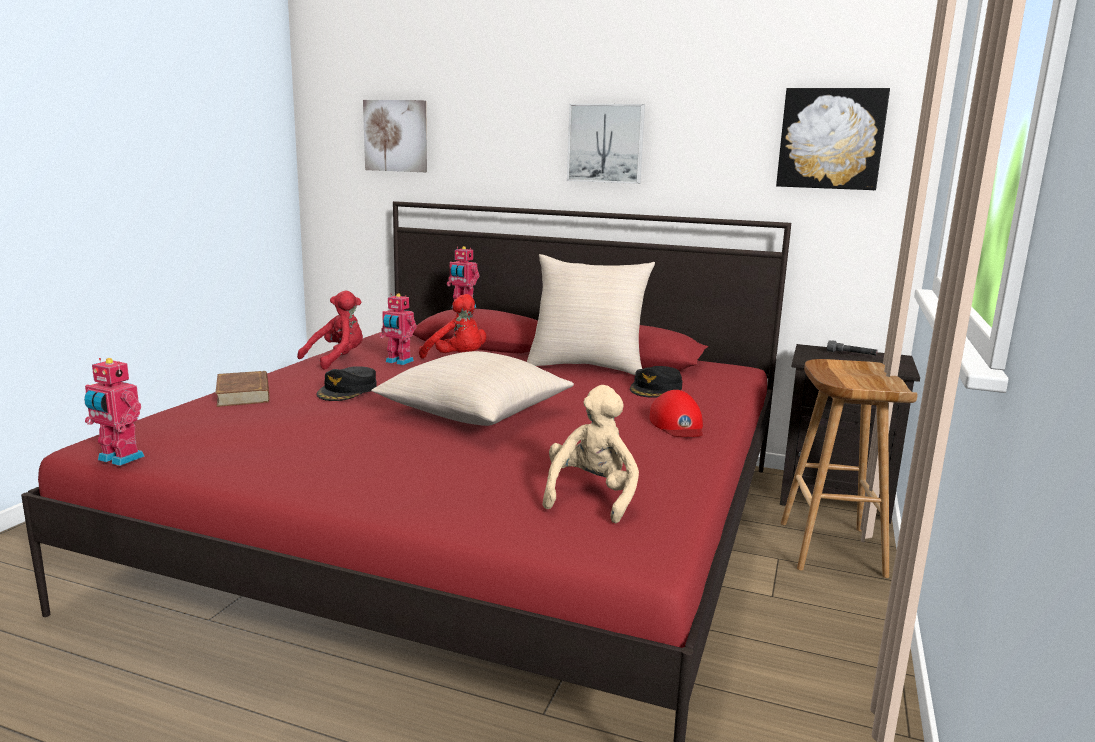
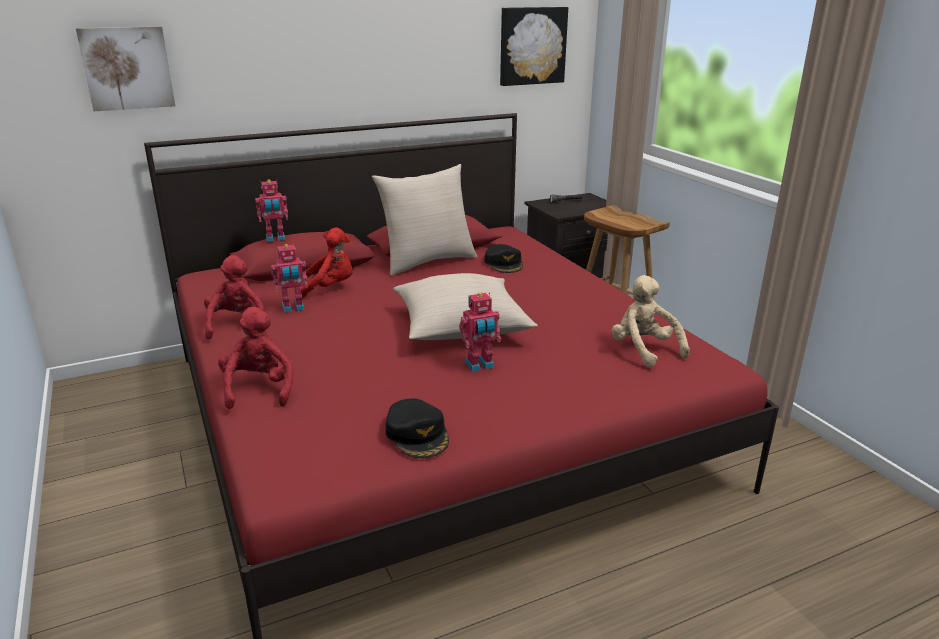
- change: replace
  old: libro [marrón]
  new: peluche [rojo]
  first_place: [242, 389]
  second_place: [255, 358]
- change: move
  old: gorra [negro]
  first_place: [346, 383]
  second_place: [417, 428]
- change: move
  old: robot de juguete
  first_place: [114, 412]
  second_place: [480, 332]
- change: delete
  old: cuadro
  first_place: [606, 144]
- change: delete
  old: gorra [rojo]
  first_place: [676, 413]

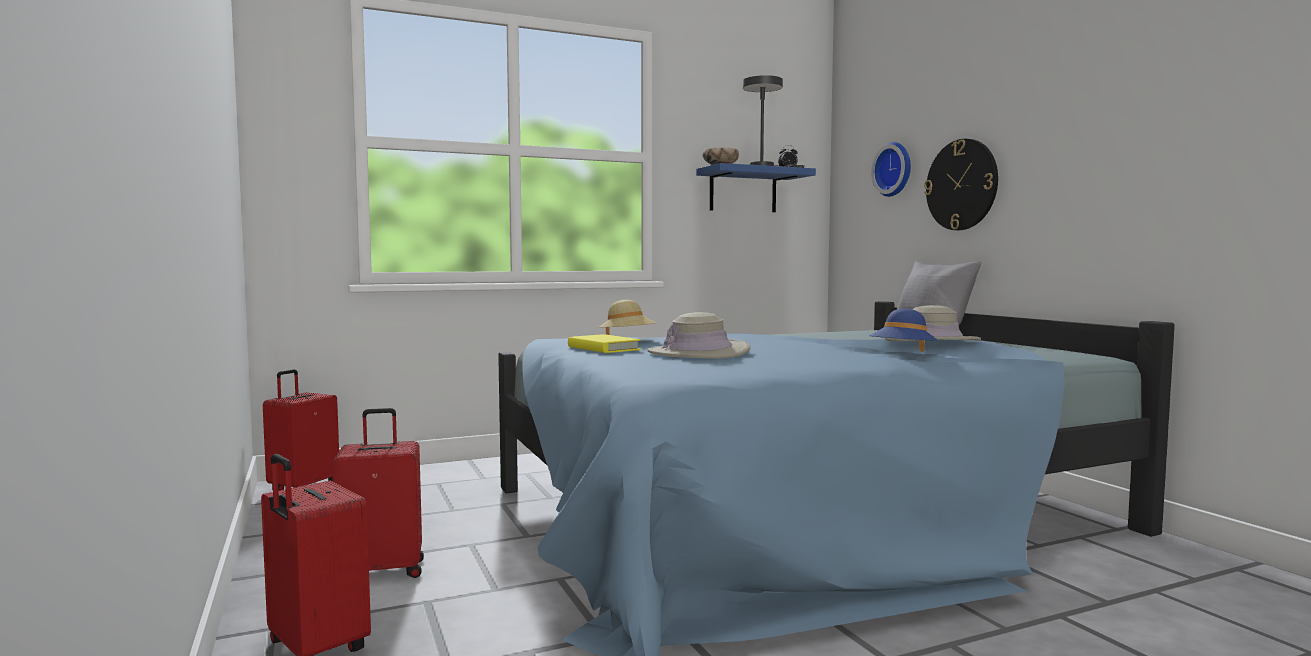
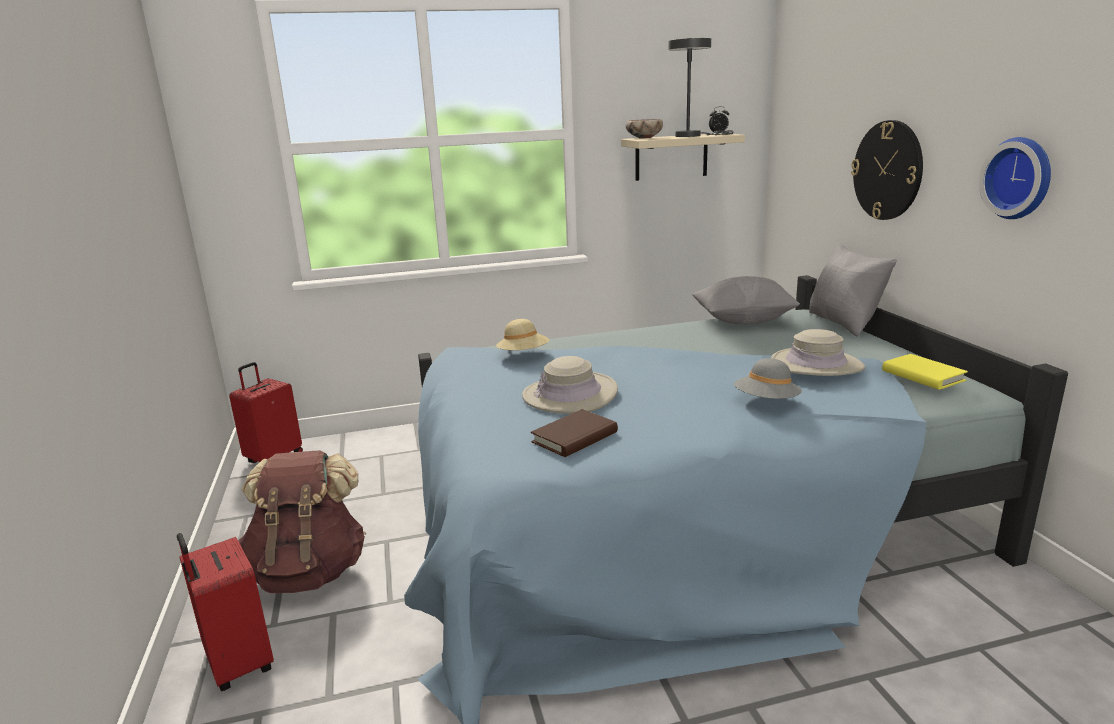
- change: replace
  old: maleta [rojo]
  new: mochila [marrón]
  first_place: [378, 493]
  second_place: [302, 521]
- change: insert
  new: libro [marrón]
  second_place: [574, 433]
- change: recolor
  old: estante [azul]
  new: estante [beis]
  first_place: [756, 187]
  second_place: [683, 157]
- change: insert
  new: cojín [gris]
  second_place: [746, 300]
- change: recolor
  old: sombrero [azul]
  new: sombrero [gris]
  first_place: [903, 330]
  second_place: [768, 378]
- change: move
  old: libro [amarillo]
  first_place: [604, 343]
  second_place: [925, 372]
- change: move
  old: reloj de pared
  first_place: [891, 169]
  second_place: [1015, 178]

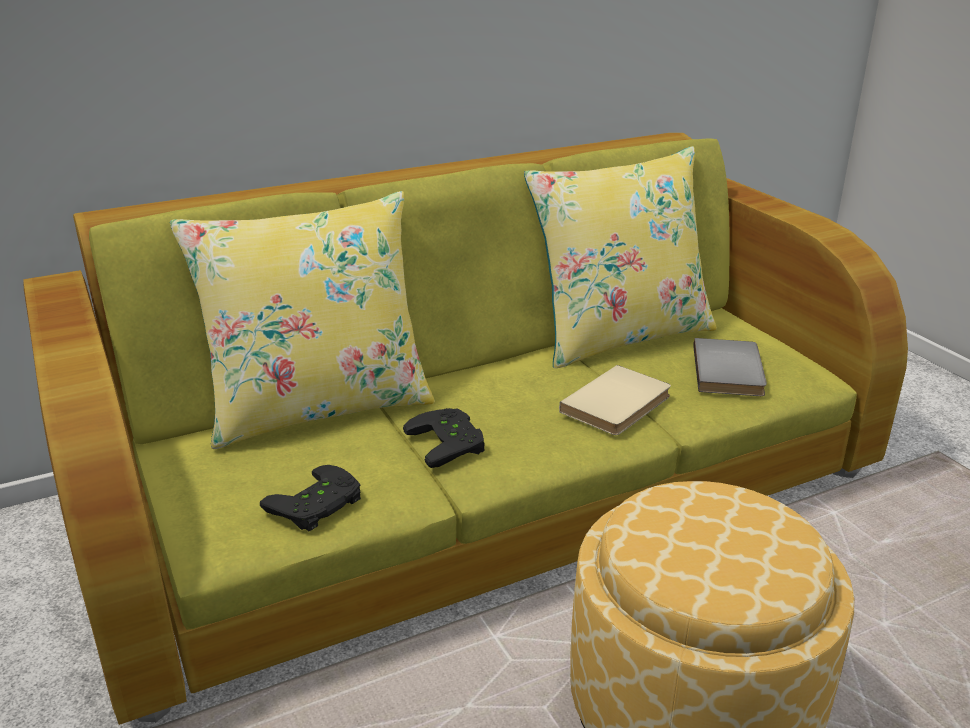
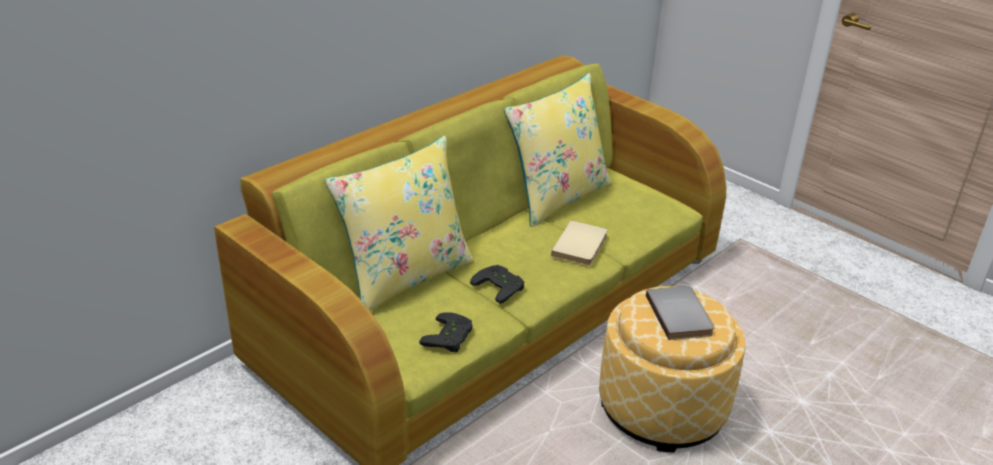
- change: move
  old: libro [gris]
  first_place: [730, 367]
  second_place: [680, 313]

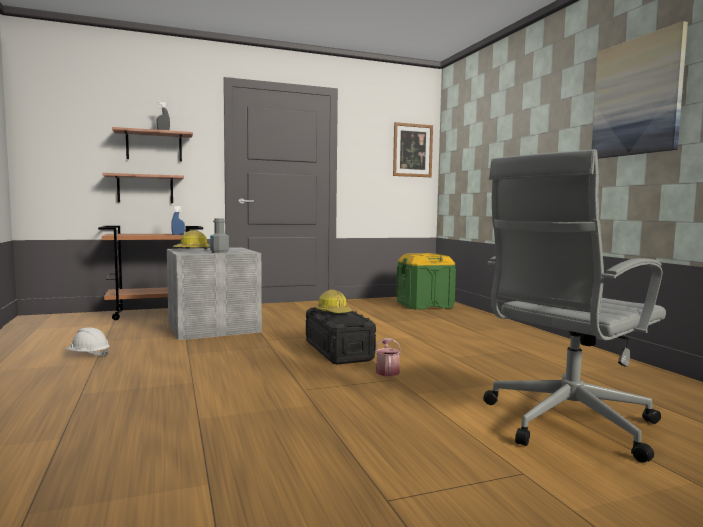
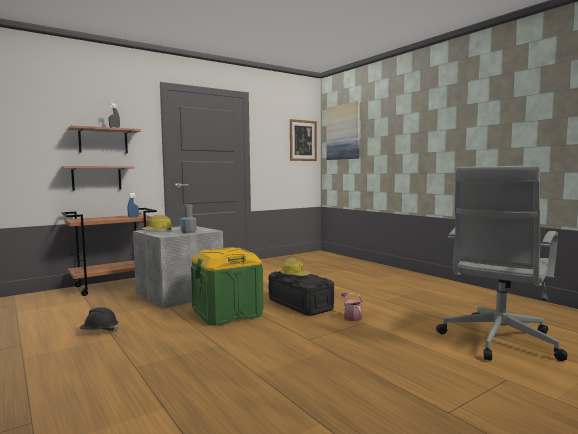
- change: recolor
  old: casco [blanco]
  new: casco [negro]
  first_place: [87, 342]
  second_place: [99, 319]
- change: move
  old: caja de almacenaje [verde]
  first_place: [426, 281]
  second_place: [227, 286]
- change: move
  old: cuadro
  first_place: [640, 90]
  second_place: [343, 130]

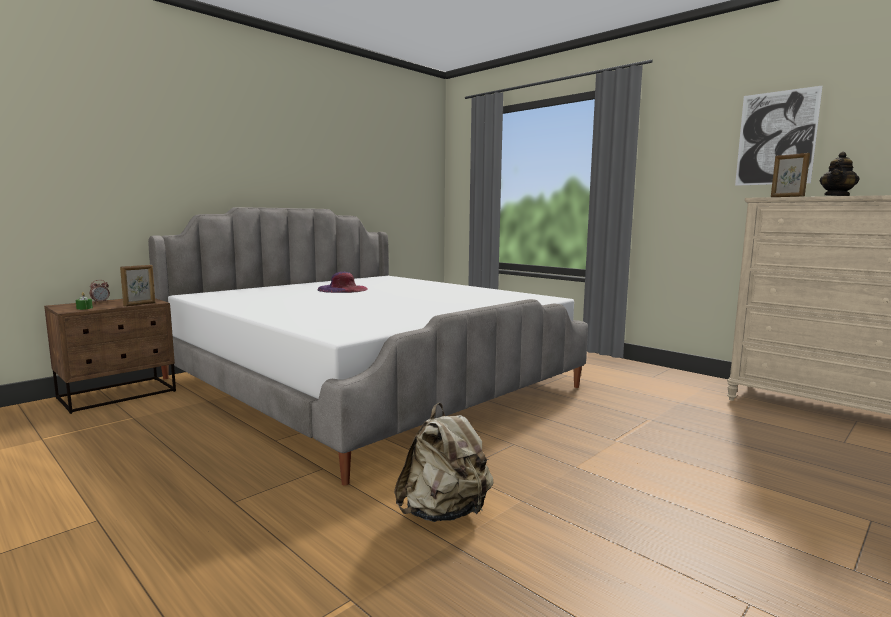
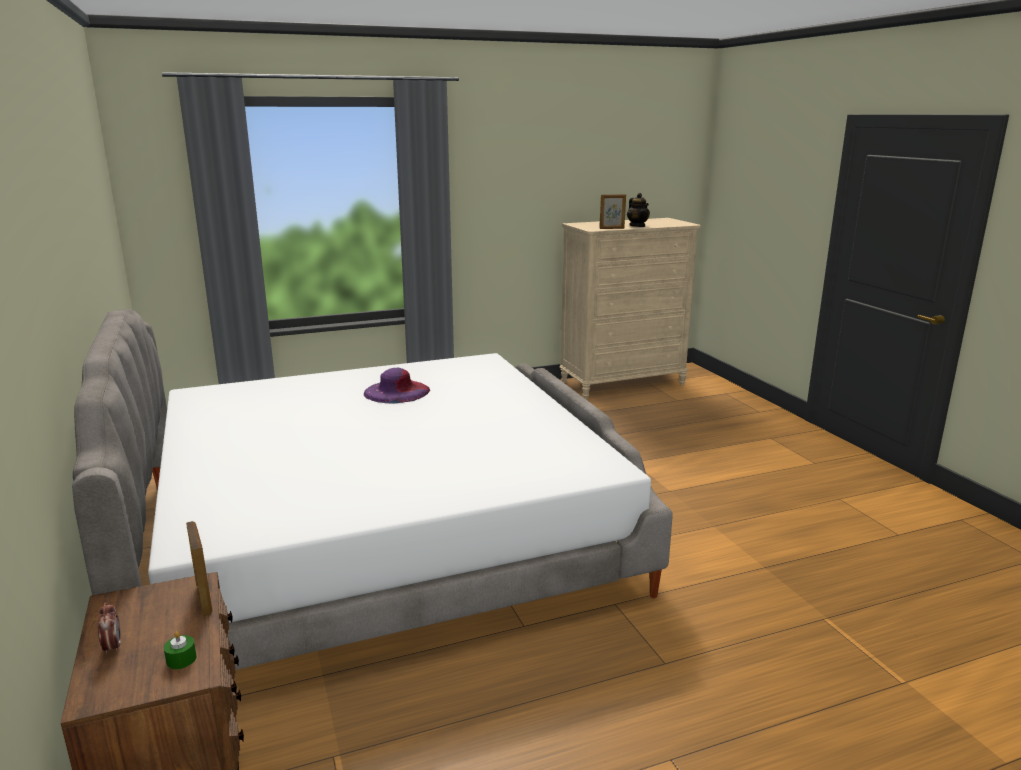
- change: move
  old: sombrero [morado]
  first_place: [343, 282]
  second_place: [397, 385]
- change: delete
  old: mochila [beis]
  first_place: [443, 462]
- change: delete
  old: cuadro
  first_place: [779, 135]

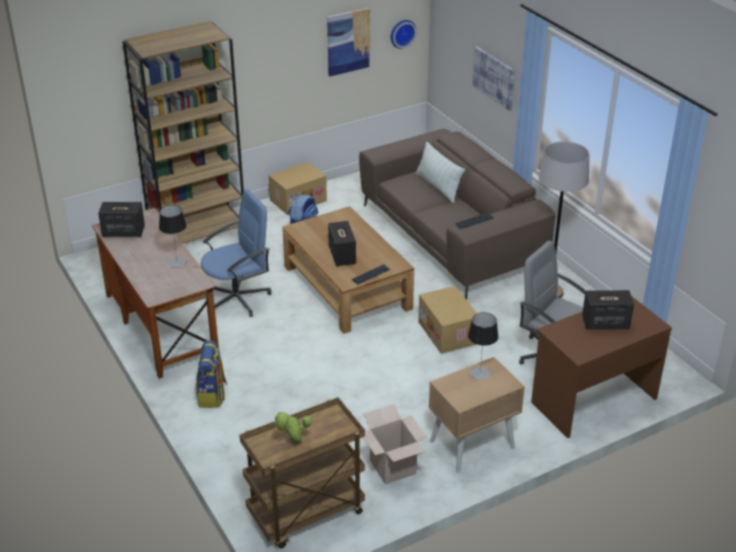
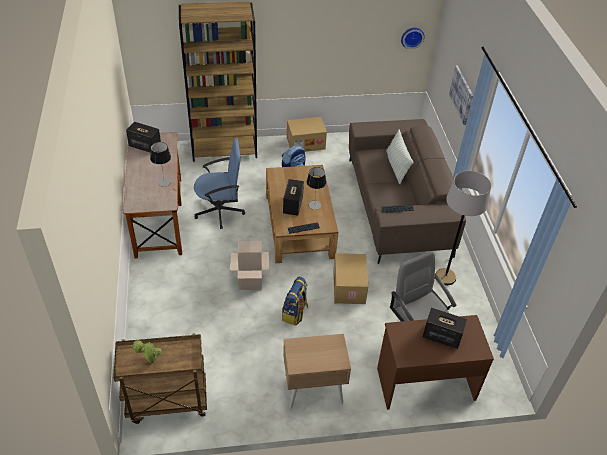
- change: move
  old: caja de cartón
  first_place: [395, 444]
  second_place: [249, 265]
- change: move
  old: mochila
  first_place: [211, 374]
  second_place: [295, 301]
- change: move
  old: lámpara de mesa
  first_place: [483, 346]
  second_place: [316, 188]
- change: delete
  old: cuadro
  first_place: [348, 42]

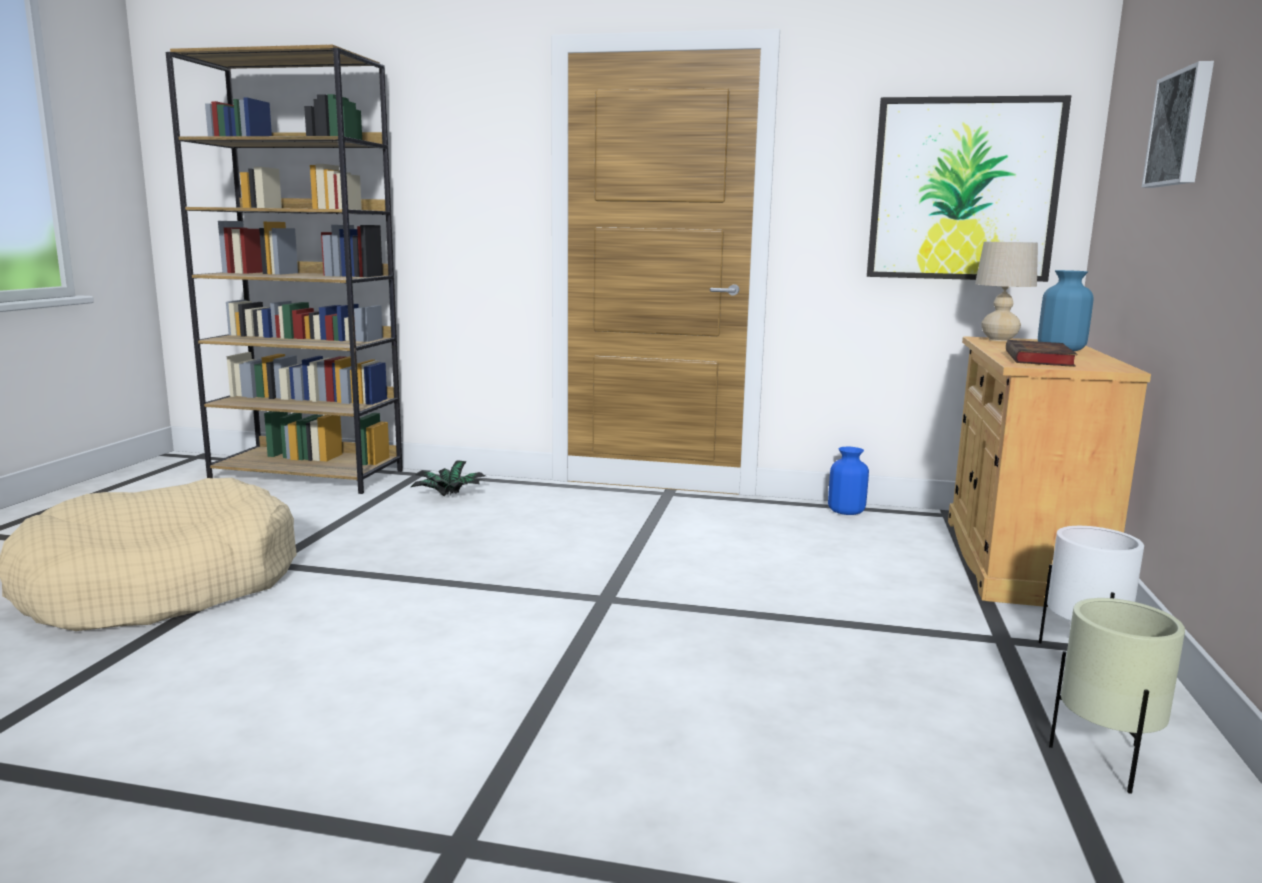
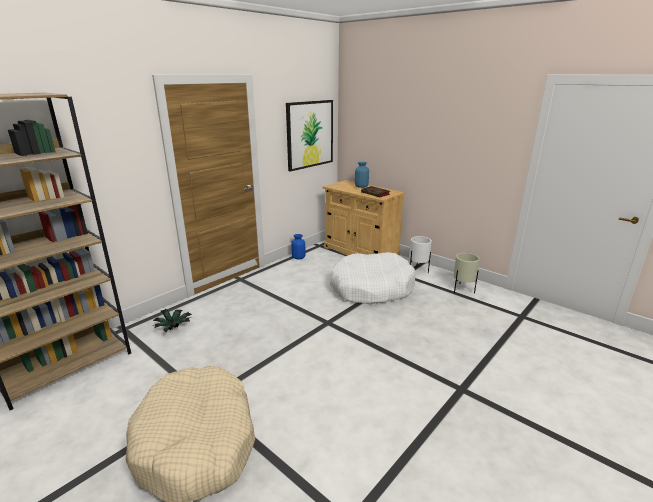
- change: insert
  new: cama para perro [blanco]
  second_place: [373, 278]
- change: delete
  old: lámpara de mesa [beis]
  first_place: [1006, 291]
- change: delete
  old: cuadro
  first_place: [1178, 124]

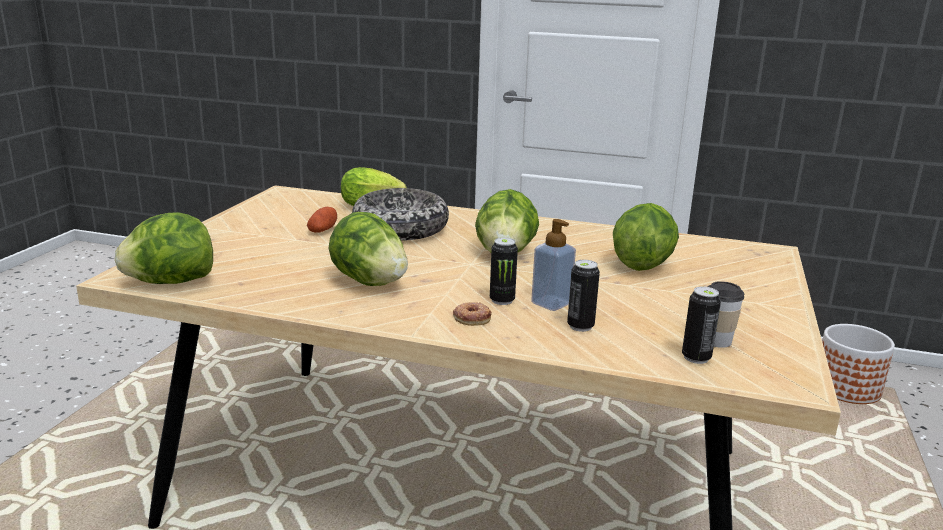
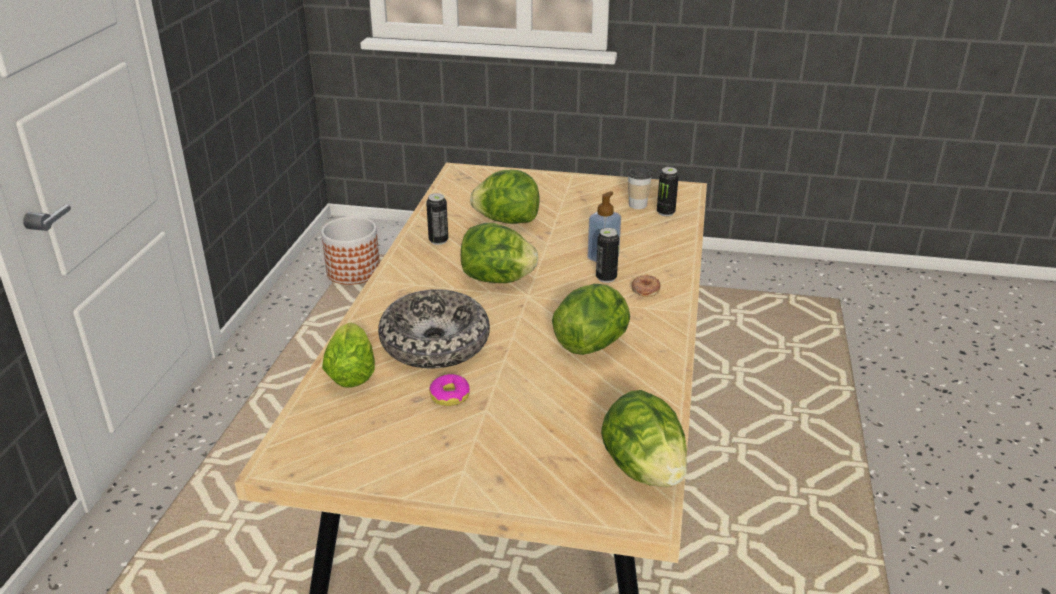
- change: move
  old: lata
  first_place: [583, 296]
  second_place: [437, 219]
- change: replace
  old: patata
  new: rosquilla
  first_place: [322, 220]
  second_place: [449, 390]

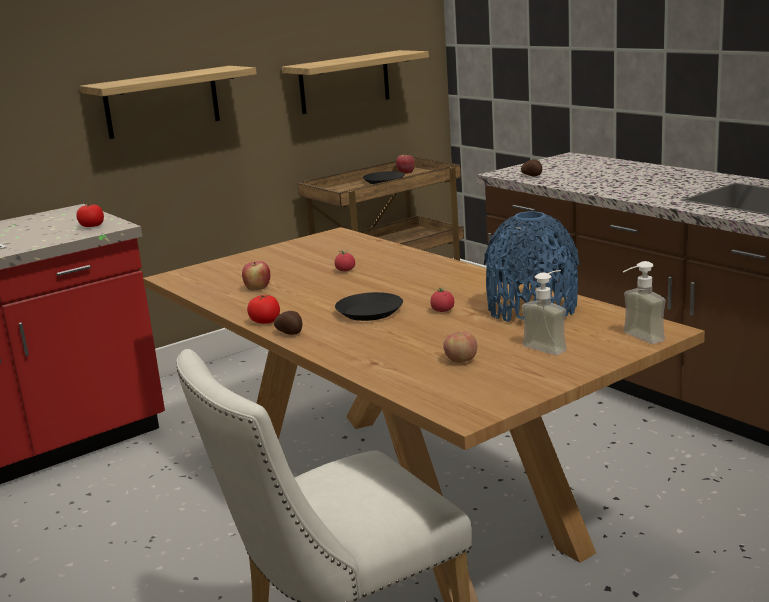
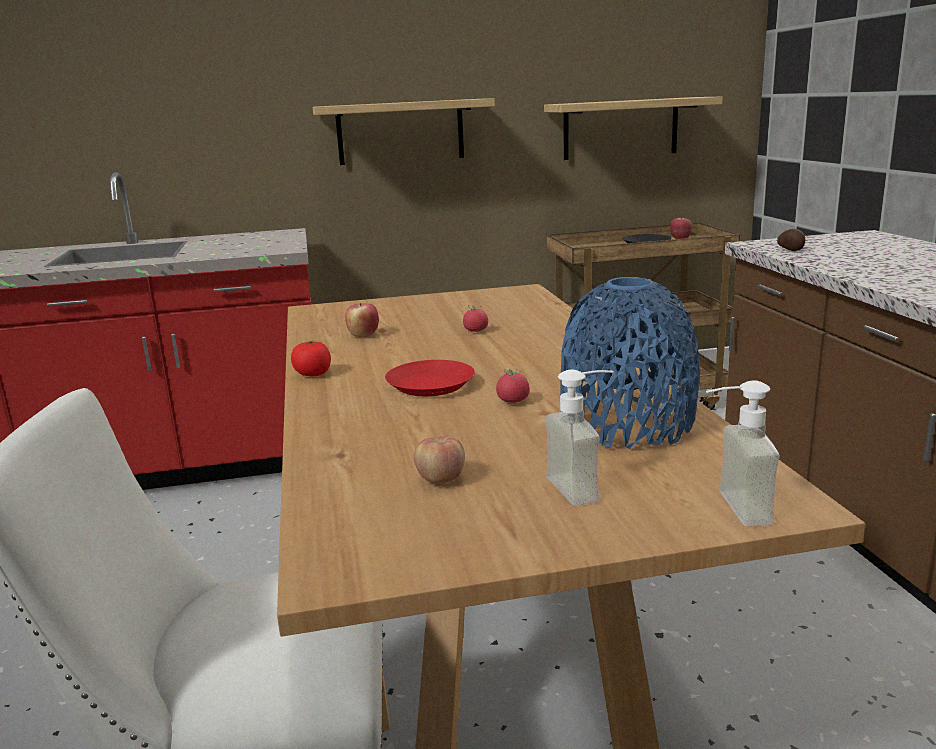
- change: recolor
  old: plato [negro]
  new: plato [rojo]
  first_place: [369, 306]
  second_place: [430, 378]
- change: delete
  old: tomate
  first_place: [90, 215]
- change: delete
  old: patata
  first_place: [288, 323]

